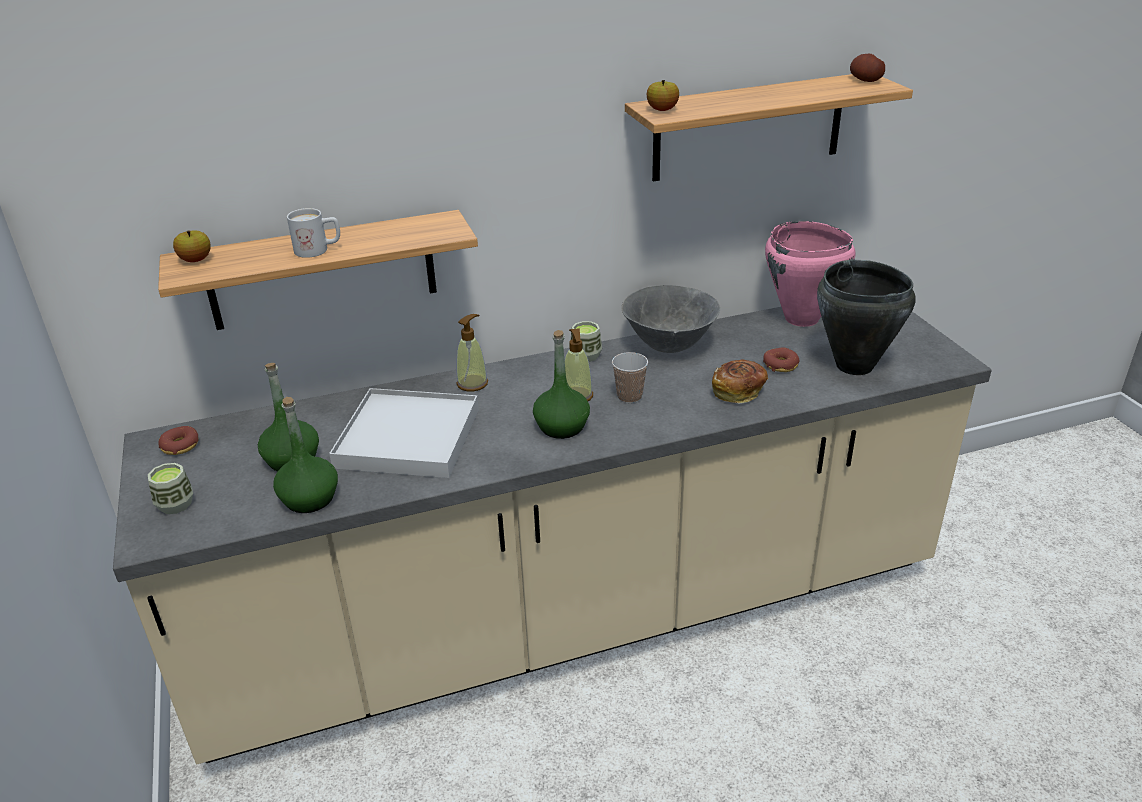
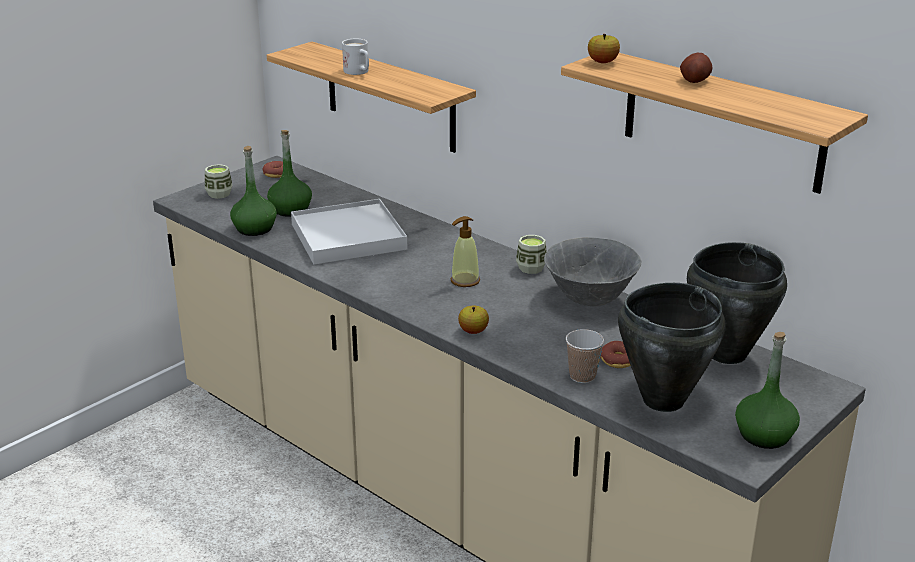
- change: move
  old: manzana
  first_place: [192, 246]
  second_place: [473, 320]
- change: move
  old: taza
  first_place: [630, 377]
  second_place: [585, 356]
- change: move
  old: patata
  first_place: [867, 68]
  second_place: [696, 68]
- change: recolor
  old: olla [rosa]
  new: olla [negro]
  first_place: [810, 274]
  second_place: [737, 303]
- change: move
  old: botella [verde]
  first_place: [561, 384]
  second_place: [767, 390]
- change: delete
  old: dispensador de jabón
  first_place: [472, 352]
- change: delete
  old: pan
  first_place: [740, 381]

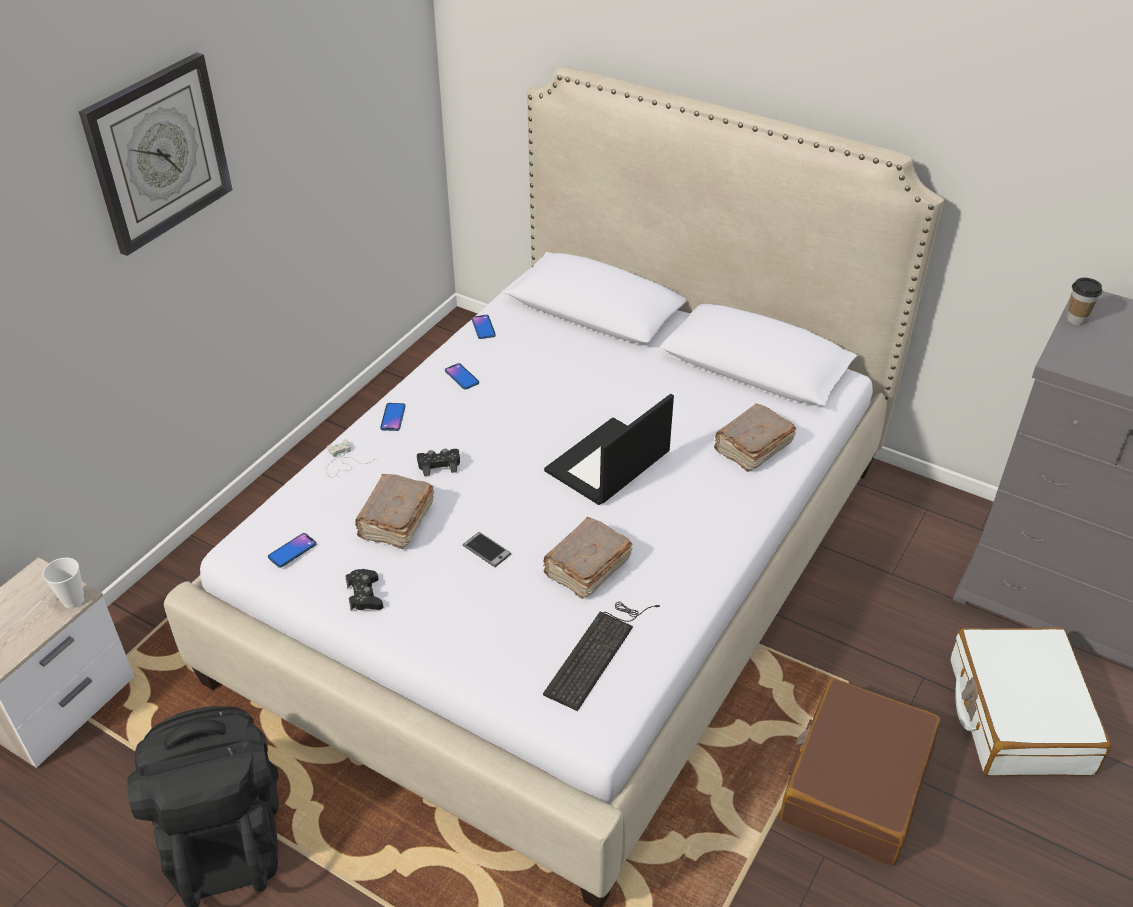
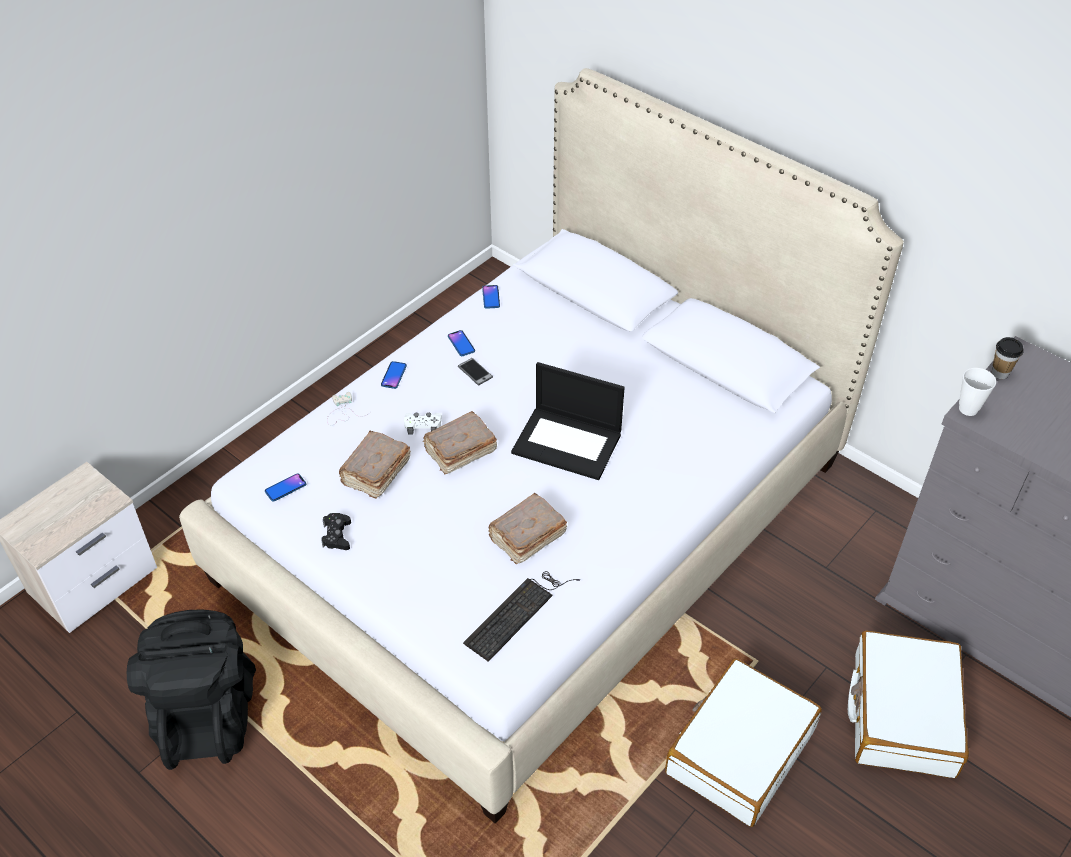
- change: recolor
  old: mando de consola [negro]
  new: mando de consola [blanco]
  first_place: [438, 462]
  second_place: [423, 424]
- change: move
  old: libro [marrón]
  first_place: [755, 437]
  second_place: [460, 442]
- change: move
  old: móvil
  first_place: [487, 549]
  second_place: [475, 371]
- change: rotate
  old: portátil
  first_place: [609, 449]
  second_place: [568, 421]
  degrees: -120
- change: recolor
  old: maleta [marrón]
  new: maleta [blanco]
  first_place: [860, 771]
  second_place: [743, 742]
- change: move
  old: taza
  first_place: [63, 583]
  second_place: [977, 392]
- change: delete
  old: reloj de pared
  first_place: [156, 154]

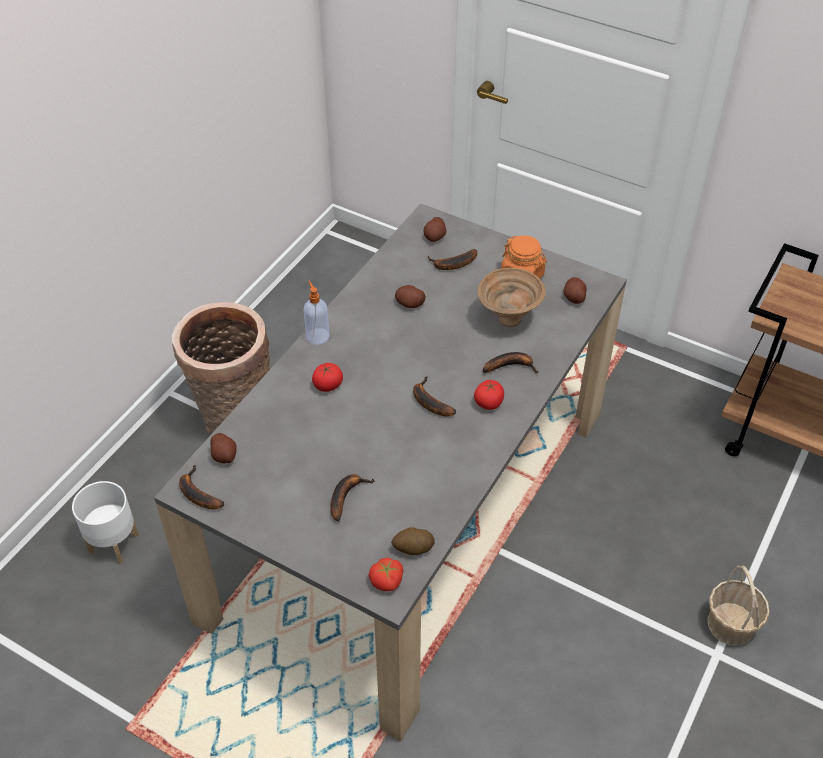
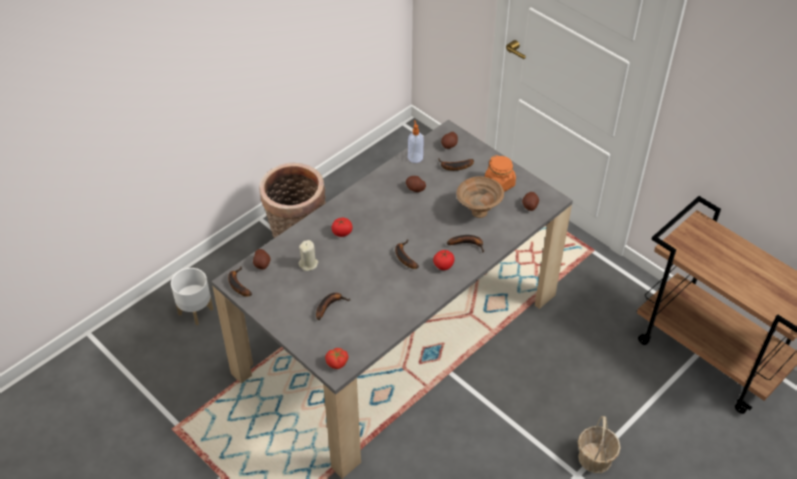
- change: insert
  new: vela [beis]
  second_place: [308, 255]
- change: move
  old: dispensador de jabón
  first_place: [316, 313]
  second_place: [416, 141]
- change: delete
  old: patata
  first_place: [413, 541]

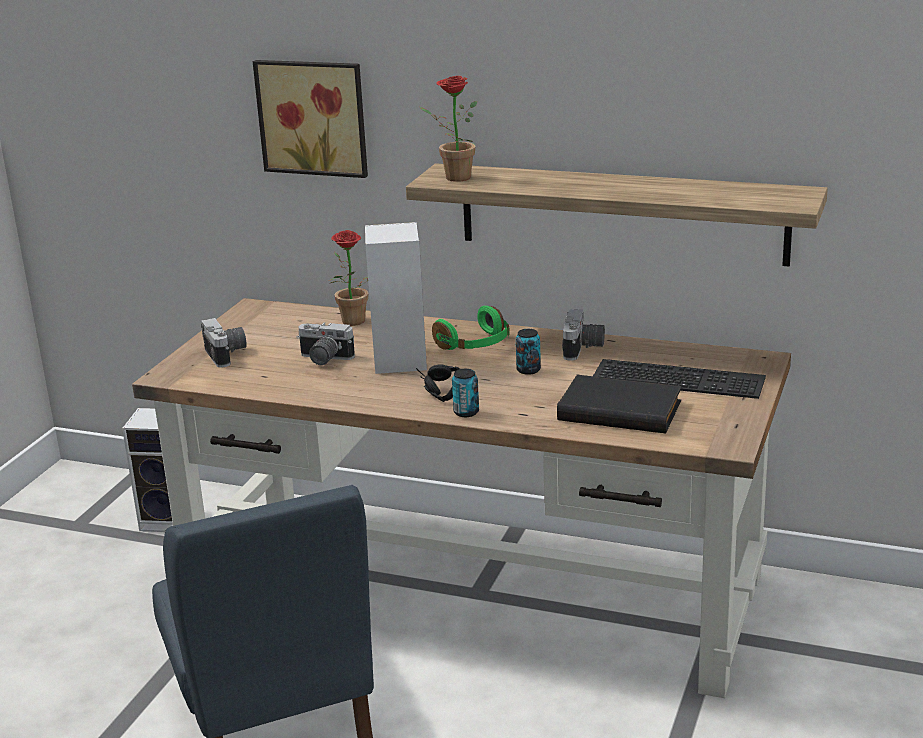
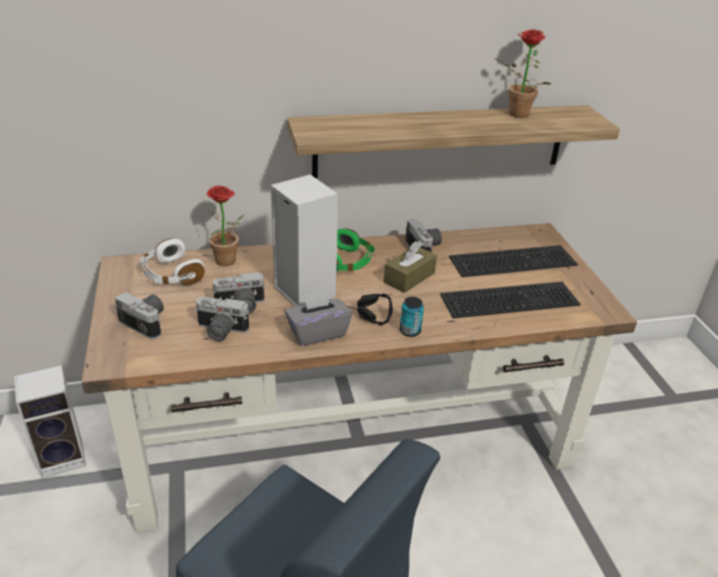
- change: insert
  new: auriculares [blanco]
  second_place: [172, 262]
- change: insert
  new: cámara
  second_place: [221, 319]
- change: insert
  new: caja de pañuelos [gris]
  second_place: [318, 318]
- change: replace
  old: lata
  new: caja de pañuelos [marrón]
  first_place: [528, 352]
  second_place: [410, 267]
- change: replace
  old: libro [negro]
  new: teclado
  first_place: [619, 404]
  second_place: [510, 300]
- change: move
  old: planta en maceta
  first_place: [448, 129]
  second_place: [523, 73]
- change: delete
  old: cuadro
  first_place: [310, 119]

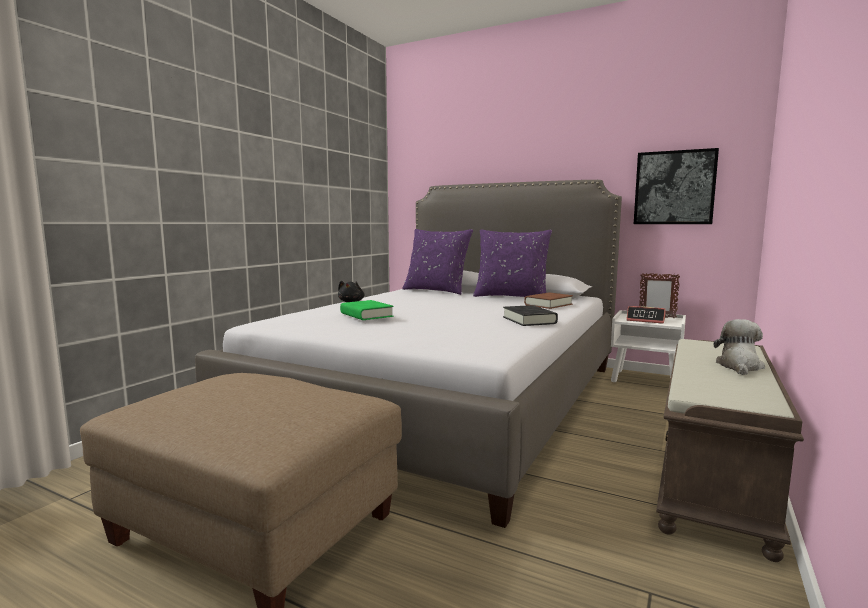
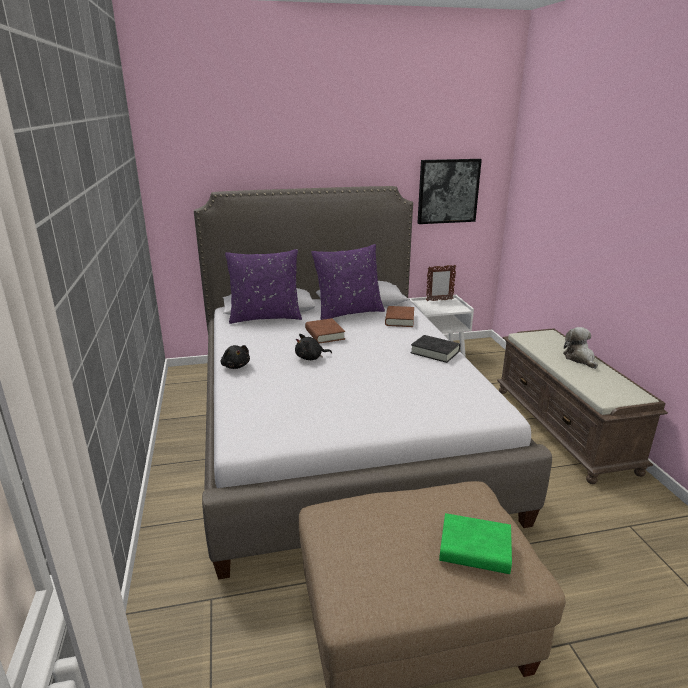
- change: insert
  new: peluche [negro]
  second_place: [313, 347]
- change: insert
  new: libro [marrón]
  second_place: [325, 331]
- change: move
  old: libro [verde]
  first_place: [366, 310]
  second_place: [475, 543]
- change: delete
  old: despertador
  first_place: [646, 315]

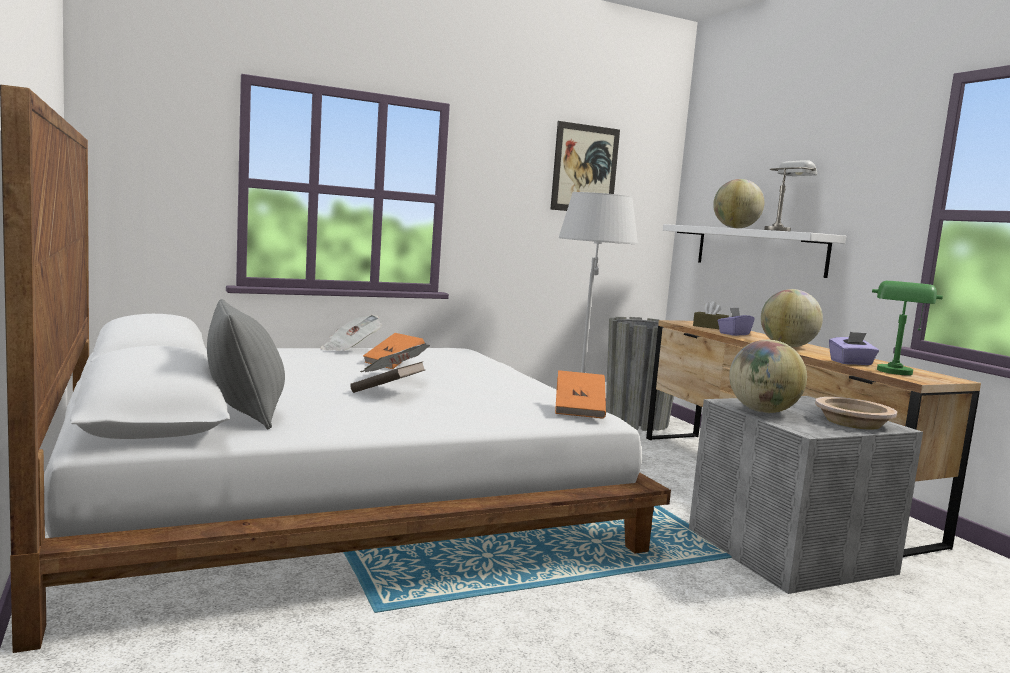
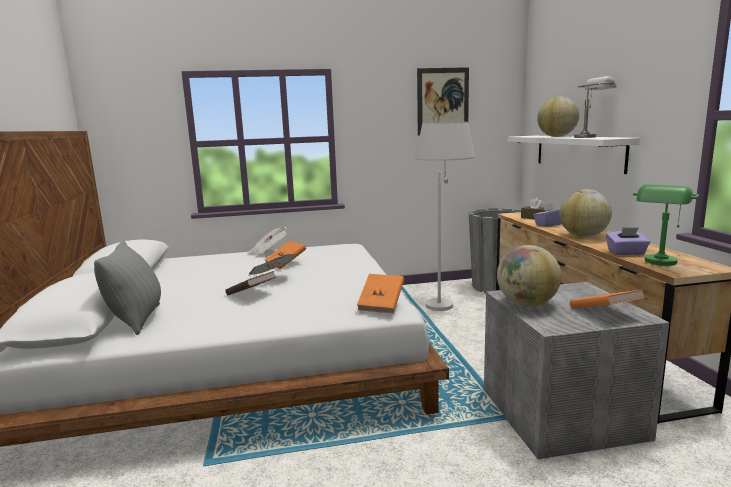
- change: replace
  old: cuenco [beis]
  new: libro [naranja]
  first_place: [856, 413]
  second_place: [607, 299]

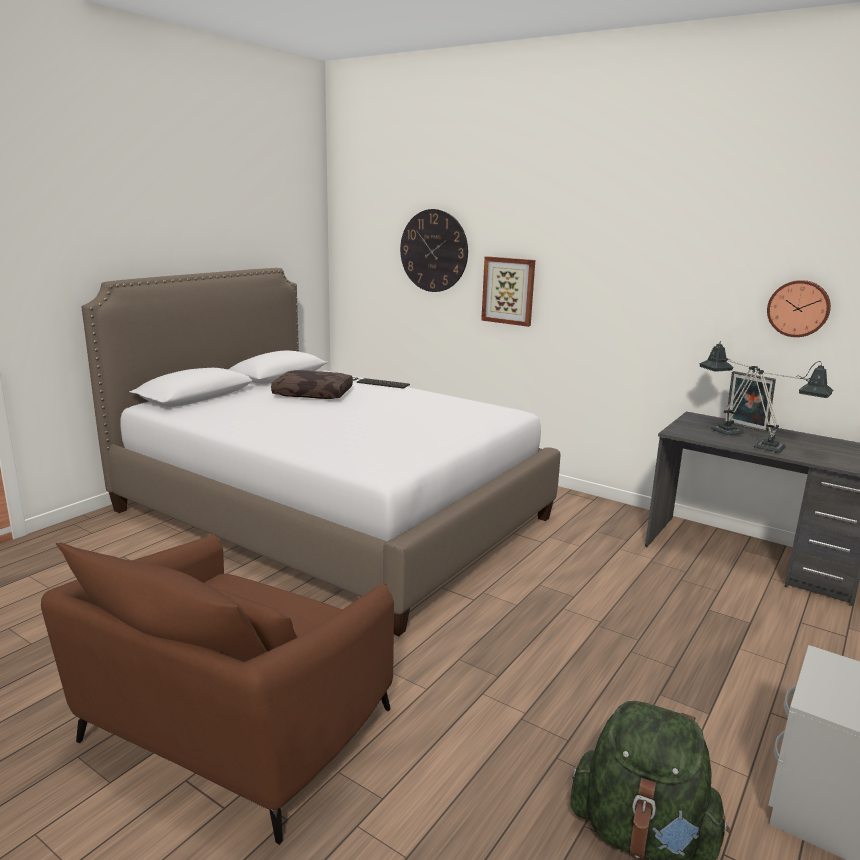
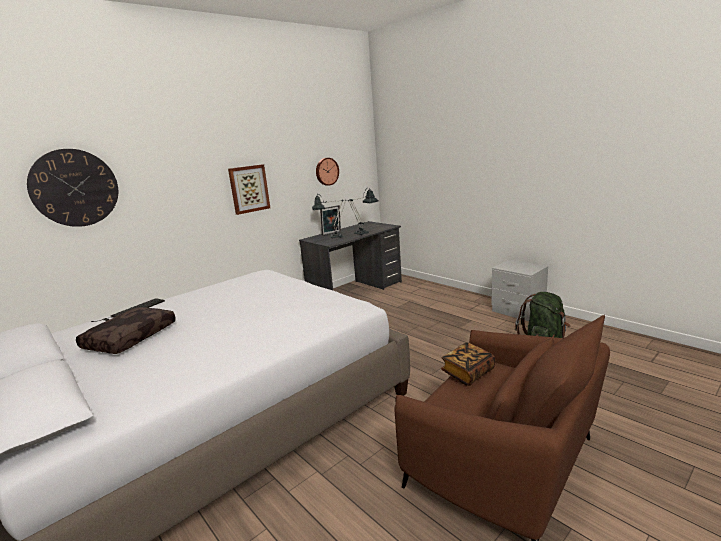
- change: move
  old: cuadro
  first_place: [508, 291]
  second_place: [249, 189]
- change: insert
  new: libro
  second_place: [468, 364]

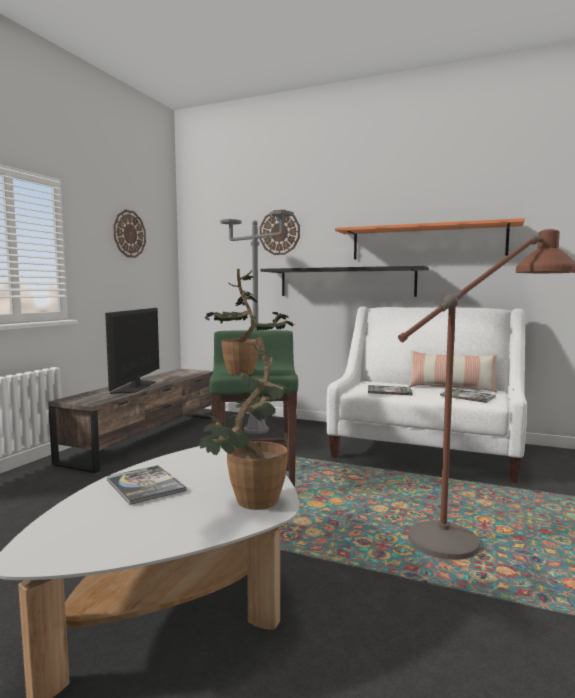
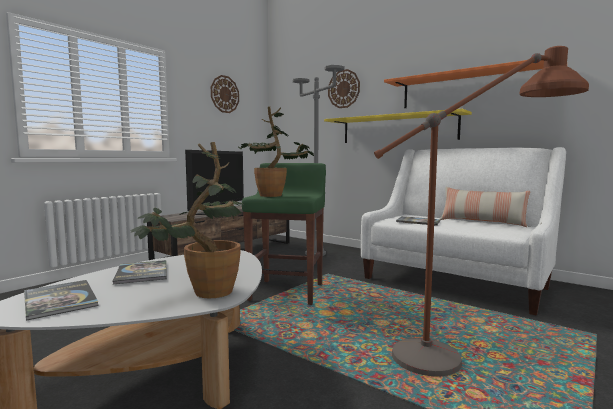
- change: move
  old: libro
  first_place: [468, 396]
  second_place: [61, 300]
- change: recolor
  old: estante [negro]
  new: estante [amarillo]
  first_place: [344, 281]
  second_place: [398, 126]

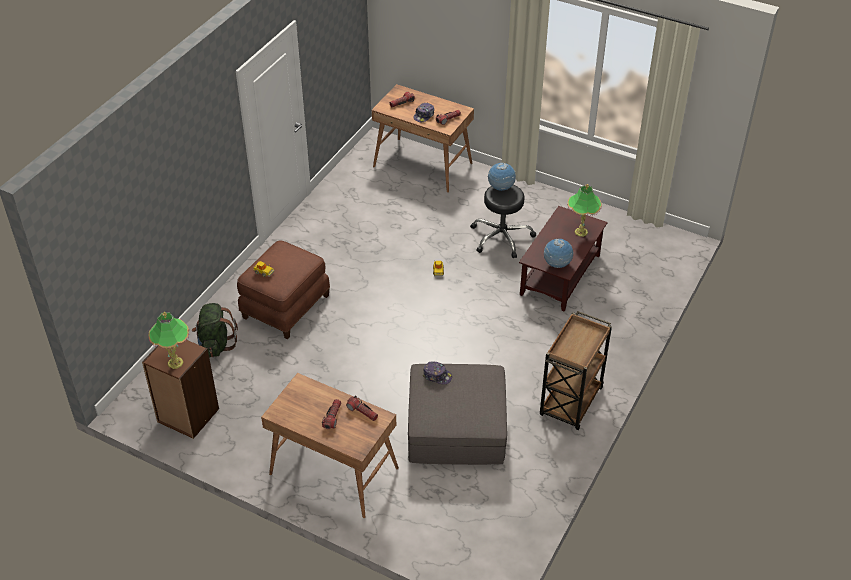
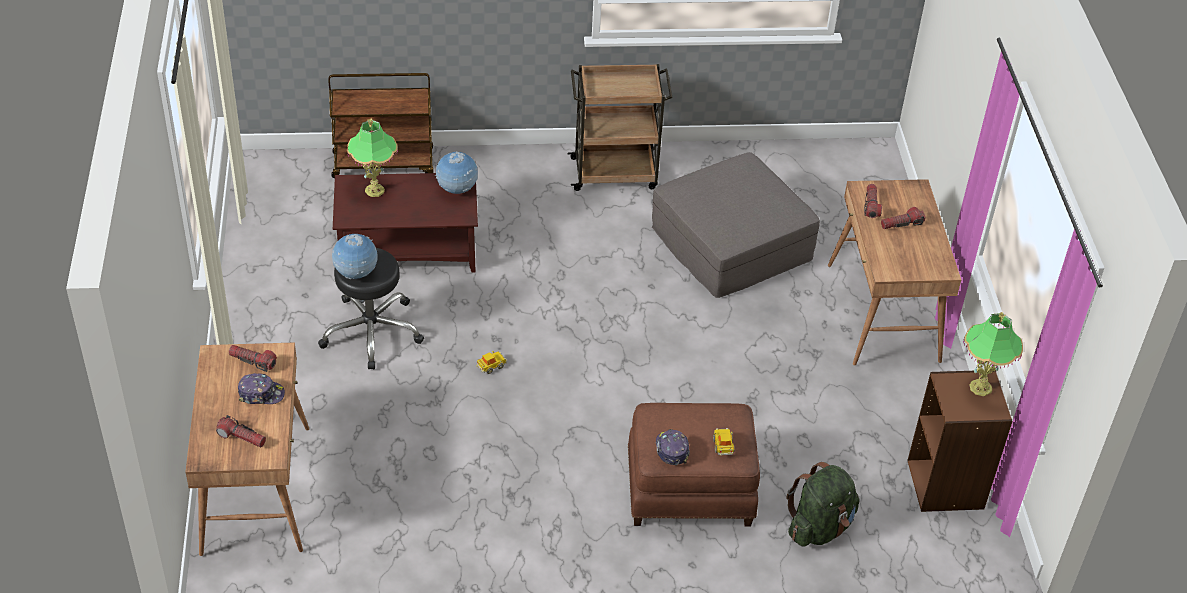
- change: insert
  new: carrito [marrón]
  second_place: [381, 125]
- change: move
  old: gorra
  first_place: [437, 372]
  second_place: [672, 447]

